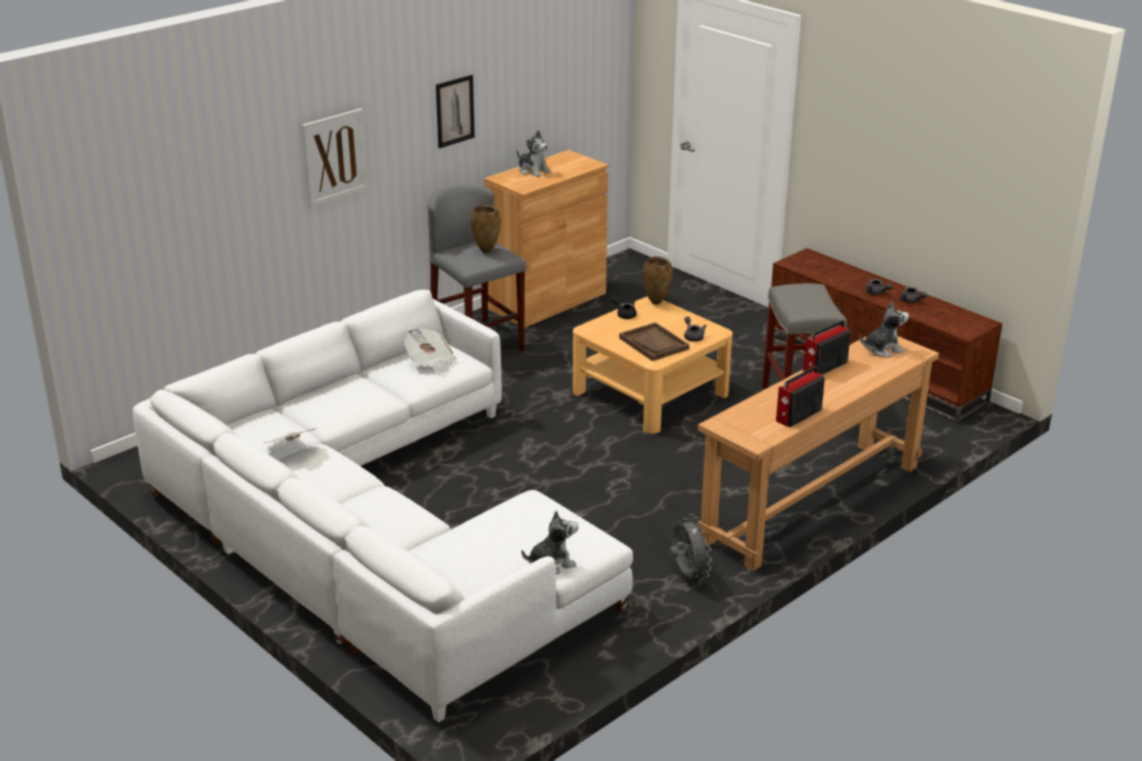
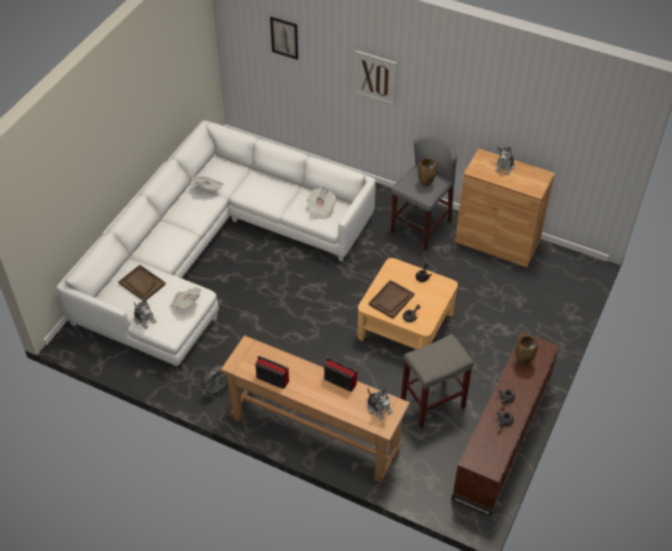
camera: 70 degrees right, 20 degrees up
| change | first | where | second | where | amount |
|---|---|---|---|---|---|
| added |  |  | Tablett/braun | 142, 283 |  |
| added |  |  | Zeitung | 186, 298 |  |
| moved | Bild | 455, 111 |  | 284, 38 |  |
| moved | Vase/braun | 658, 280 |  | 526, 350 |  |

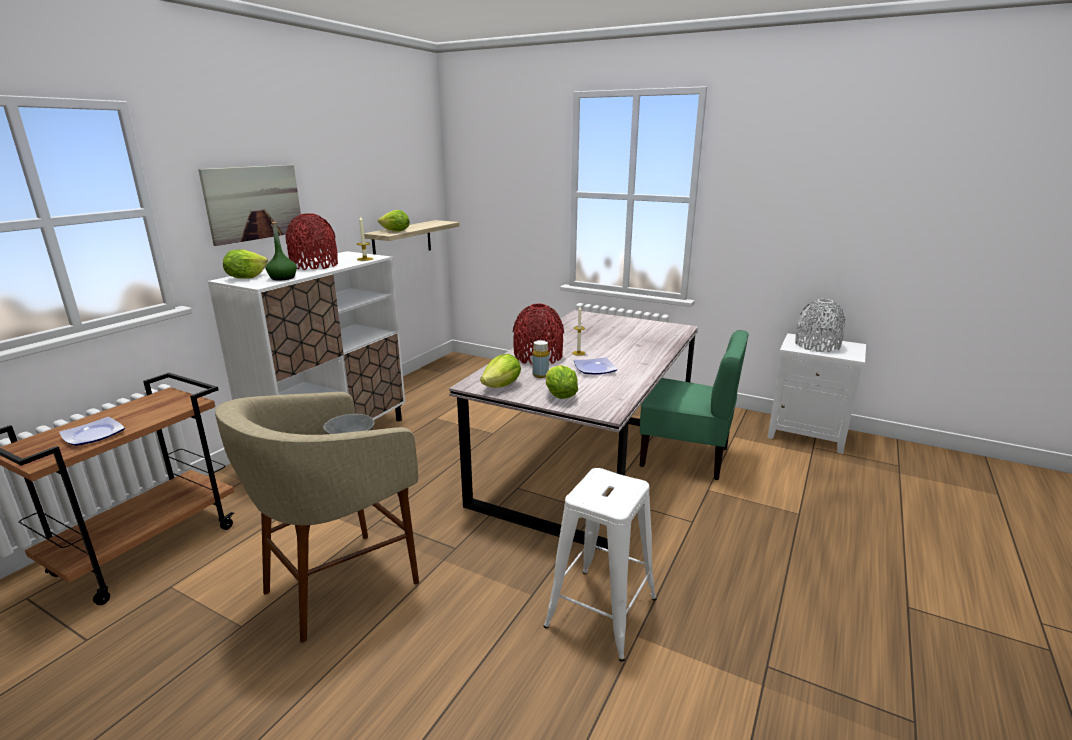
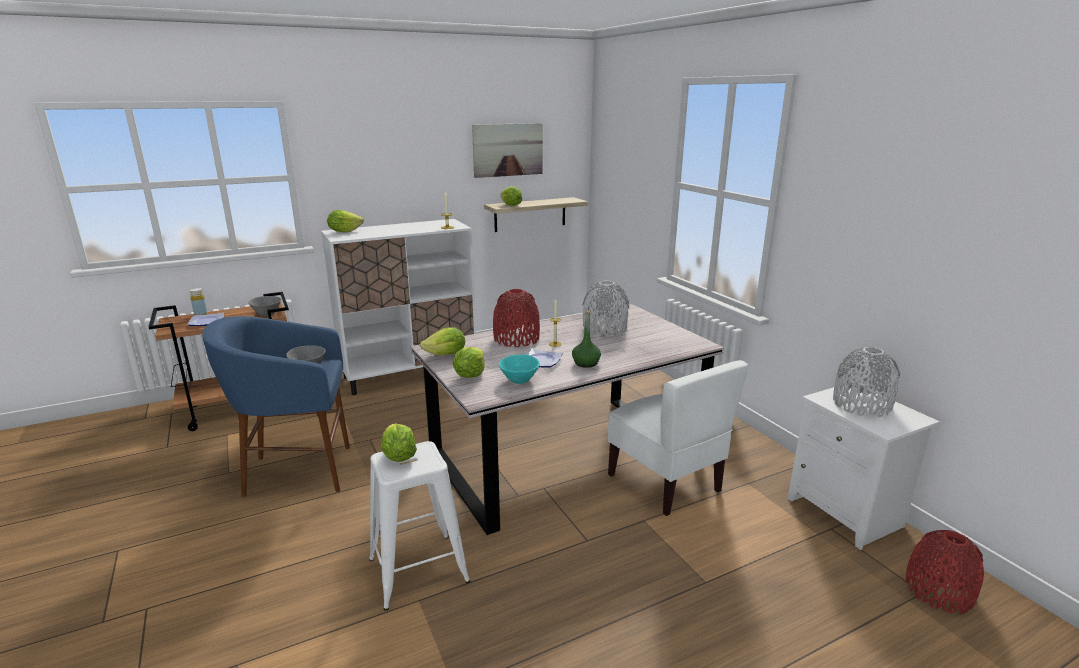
camera: 35 degrees right, 0 degrees up
| change | first | where | second | where | amount |
|---|---|---|---|---|---|
| added |  |  | Schüssel/grau | 265, 306 |  |
| added |  |  | Salatkopf | 399, 443 |  |
| added |  |  | Schüssel/türkis | 519, 369 |  |
| added |  |  | Vase/grau | 606, 308 |  |
| moved | Bild | 249, 205 |  | 507, 150 |  |
| moved | Flasche/grün | 281, 251 |  | 586, 339 |  |
| moved | Vase/rot | 311, 241 |  | 945, 572 |  |
| moved | Flasche/gelb | 540, 359 |  | 199, 301 |  |
| recoloured | Hocker/beige | 317, 517 | Hocker/blau | 276, 406 |  |
| recoloured | Stuhl/grün | 694, 405 | Stuhl/weiß | 678, 438 |  |

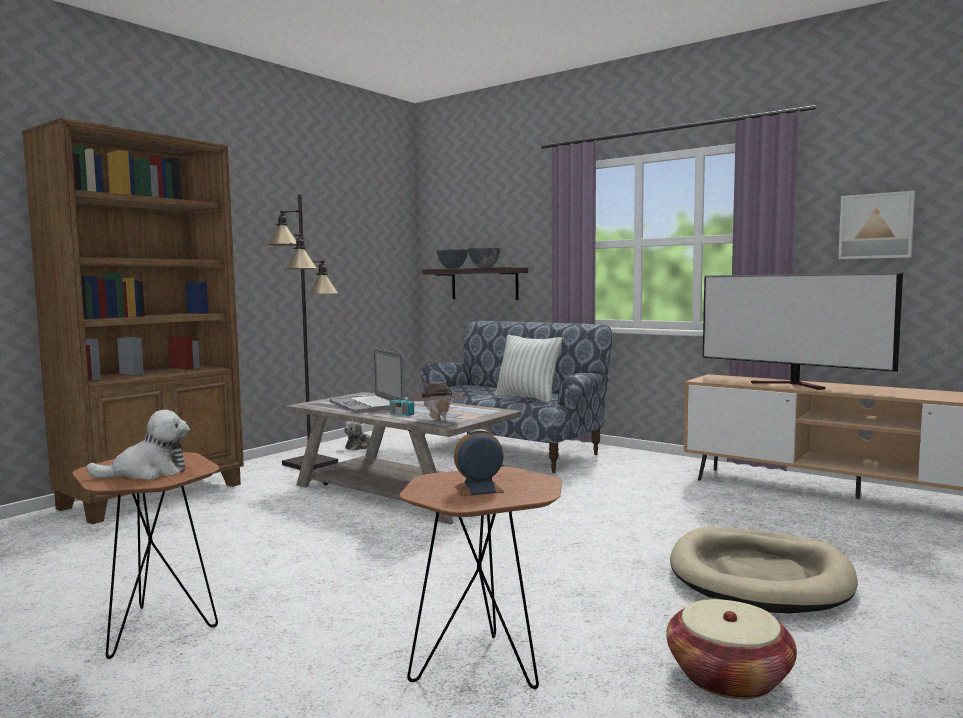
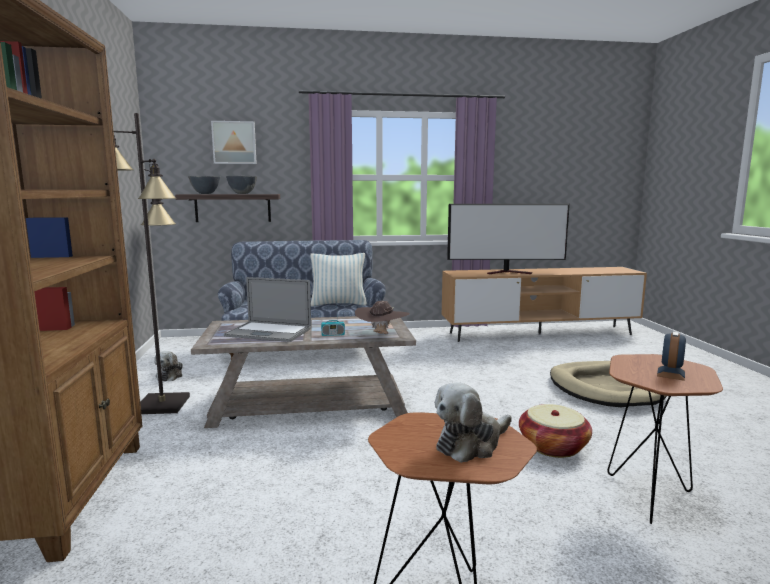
camera: 45 degrees left, 5 degrees up
| change | first | where | second | where | amount |
|---|---|---|---|---|---|
| moved | Korb | 731, 649 |  | 555, 431 |  |
| moved | Bild | 876, 225 |  | 234, 142 |  |
| turned | Plüschtier | 138, 445 |  | 473, 422 | 150 degrees counterclockwise |

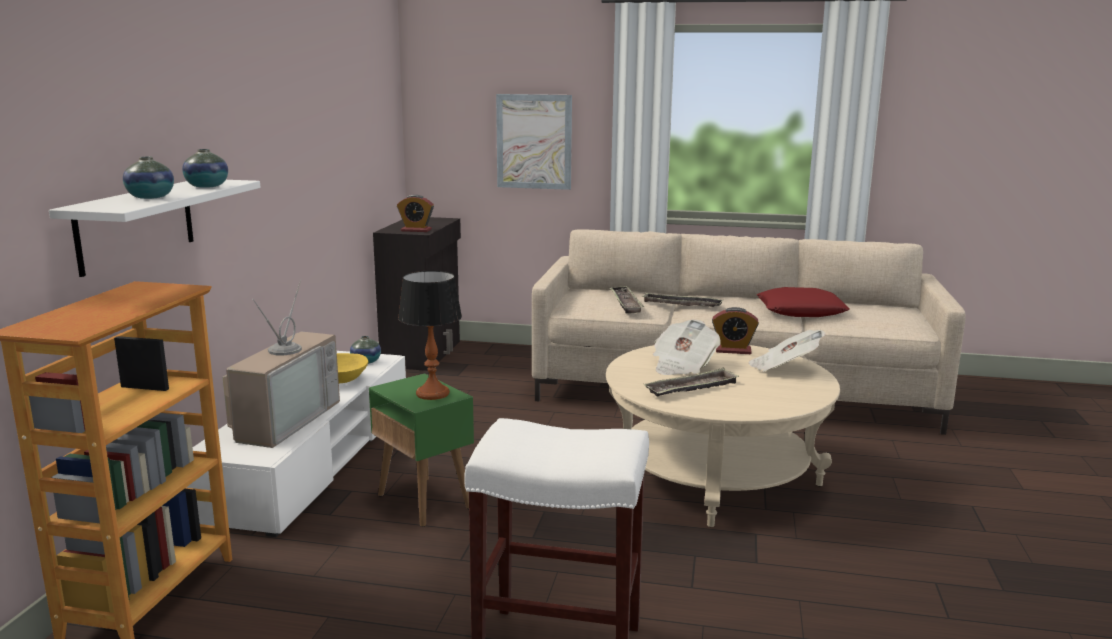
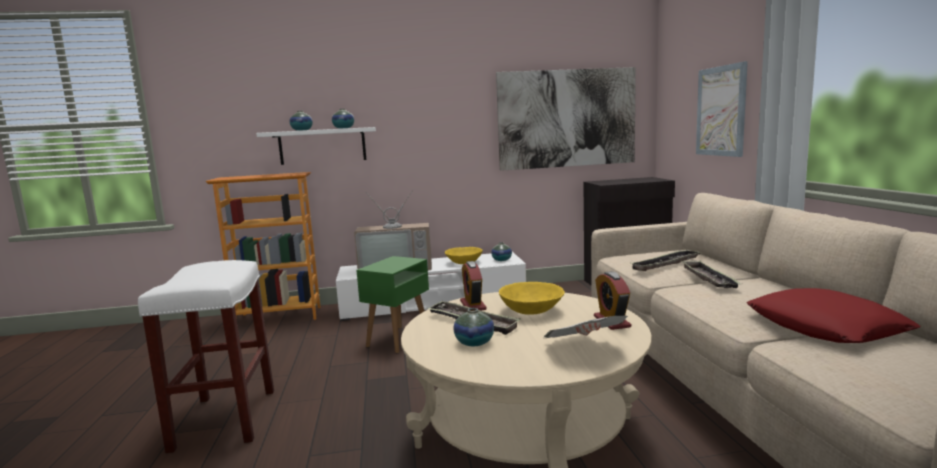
camera: 70 degrees right, 5 degrees down
| change | first | where | second | where | amount |
|---|---|---|---|---|---|
| removed | Tischlampe | 430, 335 |  |  |  |
| added |  |  | Vase | 473, 327 |  |
| added |  |  | Bild | 566, 119 |  |
| moved | Wecker | 415, 213 |  | 473, 286 |  |
| replaced | Zeitung | 687, 347 | Schüssel/gelb | 532, 298 |  |

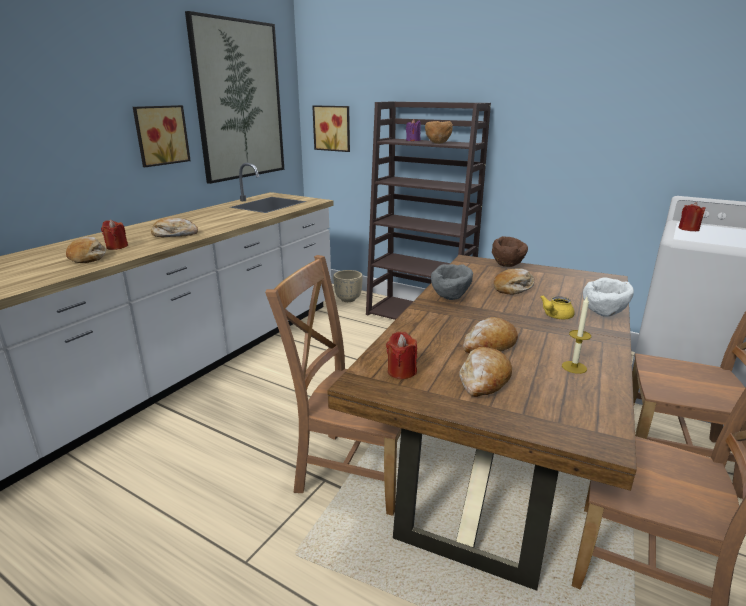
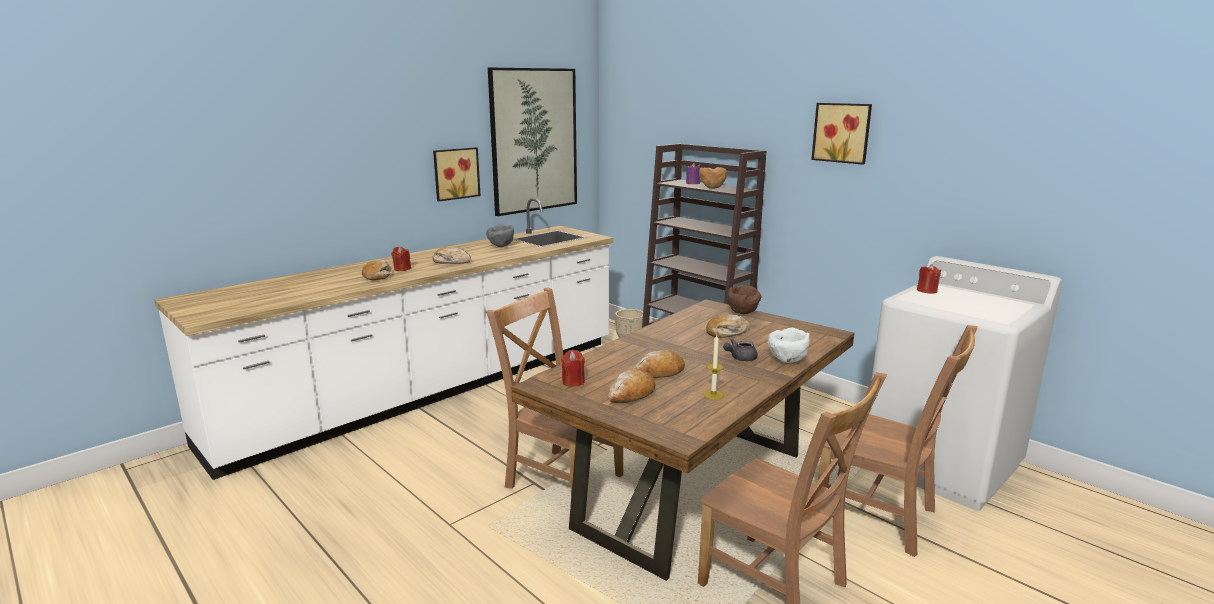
camera: 15 degrees right, 5 degrees down
| change | first | where | second | where | amount |
|---|---|---|---|---|---|
| moved | Bild | 331, 128 |  | 841, 134 |  |
| moved | Schüssel/grau | 452, 282 |  | 500, 235 |  |
| recoloured | Teekanne/gelb | 557, 307 | Teekanne/grau | 740, 350 |  |

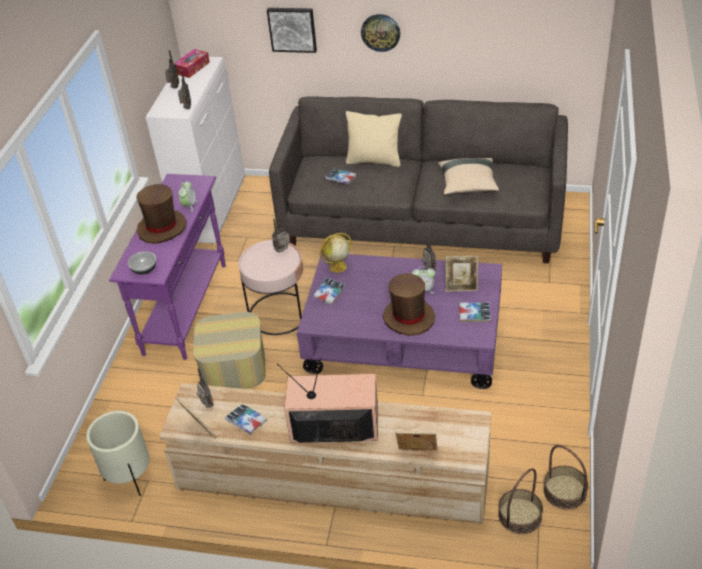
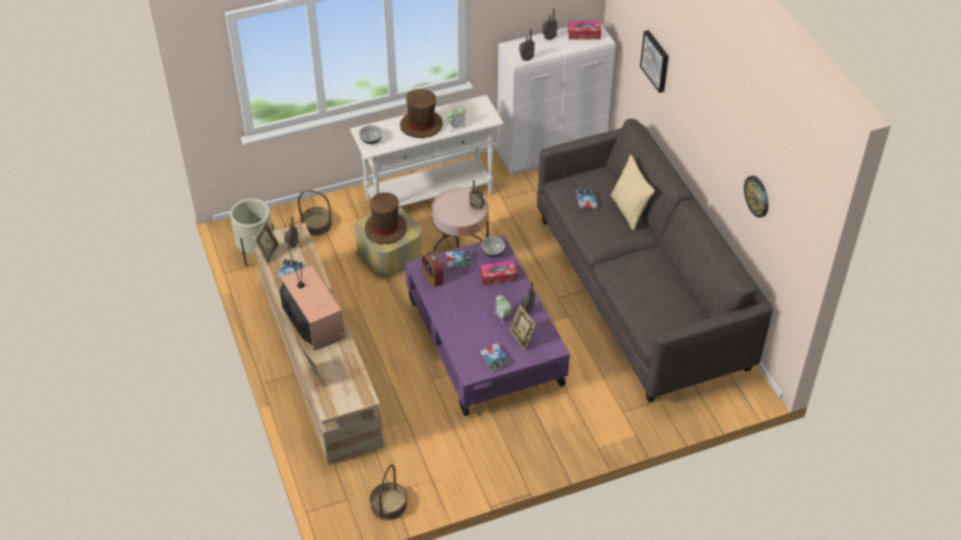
camera: 55 degrees right, 5 degrees up
| change | first | where | second | where | amount |
|---|---|---|---|---|---|
| removed | Kissen/beige | 468, 176 |  |  |  |
| added |  |  | Wecker | 433, 269 |  |
| added |  |  | Taschentuchbox | 498, 273 |  |
| moved | Wanduhr | 380, 33 |  | 756, 197 |  |
| moved | Hut/braun | 409, 304 |  | 386, 218 |  |
| moved | Korb | 520, 501 |  | 315, 213 |  |
| replaced | Globus | 336, 253 | Schüssel | 493, 247 |  |
| recoloured | Konsolentisch/lila | 167, 267 | Konsolentisch/weiß | 427, 151 |  |

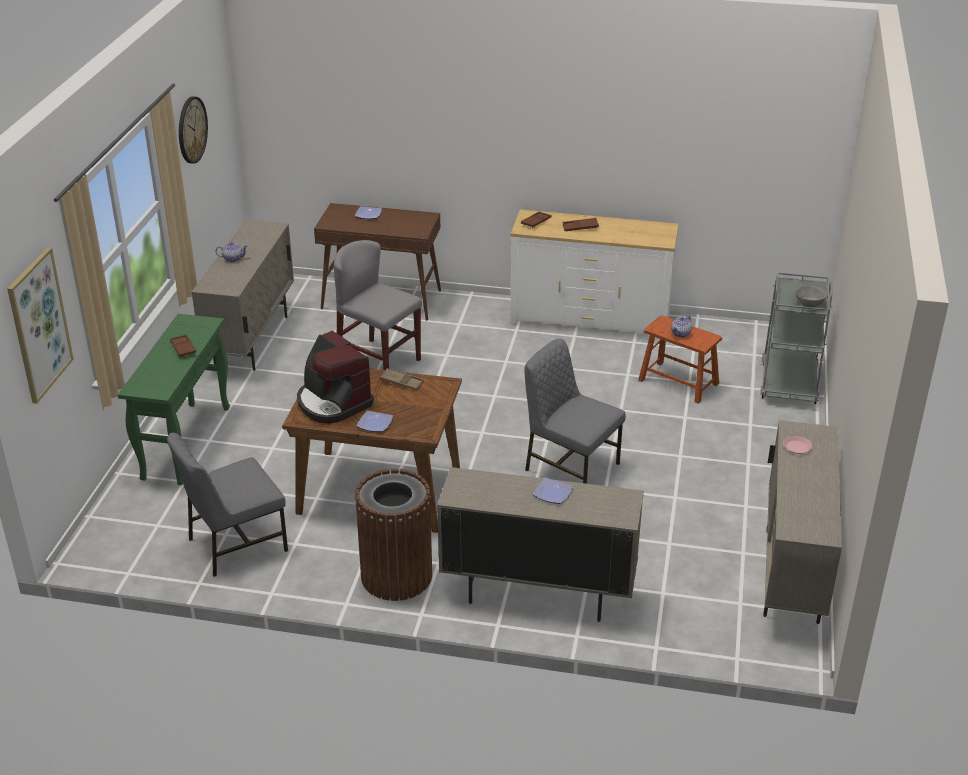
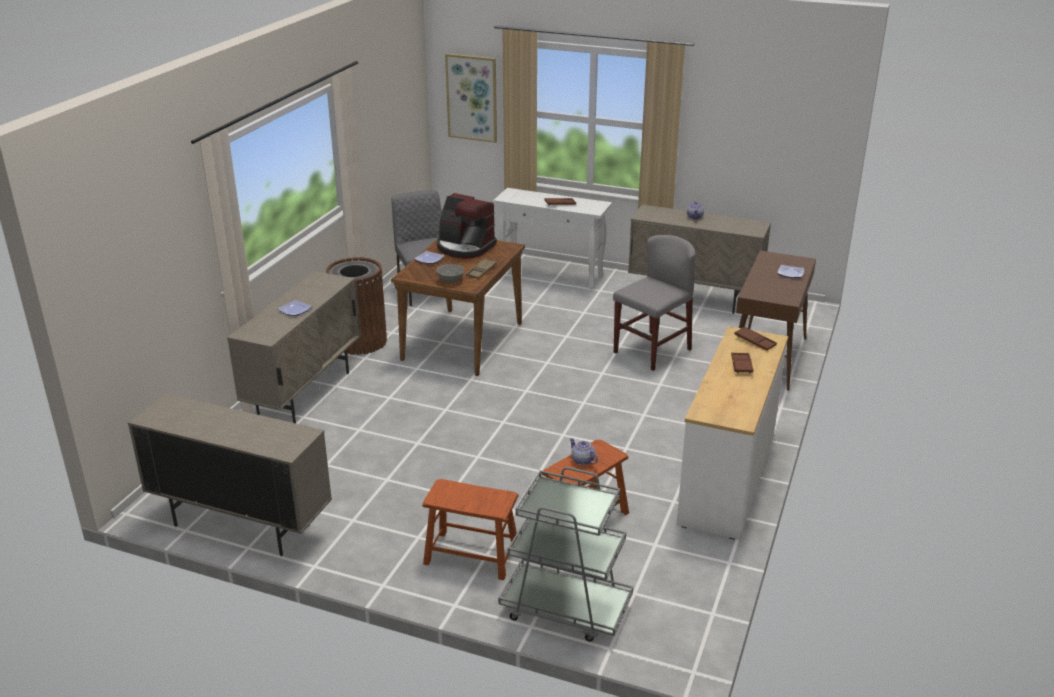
camera: 100 degrees right, 5 degrees down
| change | first | where | second | where | amount |
|---|---|---|---|---|---|
| removed | Wanduhr | 193, 130 |  |  |  |
| removed | Stuhl/grau | 575, 411 |  |  |  |
| removed | Teller/rosa | 797, 445 |  |  |  |
| added |  |  | Hocker/braun | 470, 529 |  |
| moved | Schüssel/grau | 811, 296 |  | 450, 273 |  |
| recoloured | Konsolentisch/grün | 174, 399 | Konsolentisch/weiß | 552, 238 |  |
| turned | Kaffeemaschine | 335, 377 |  | 467, 226 | 120 degrees counterclockwise |

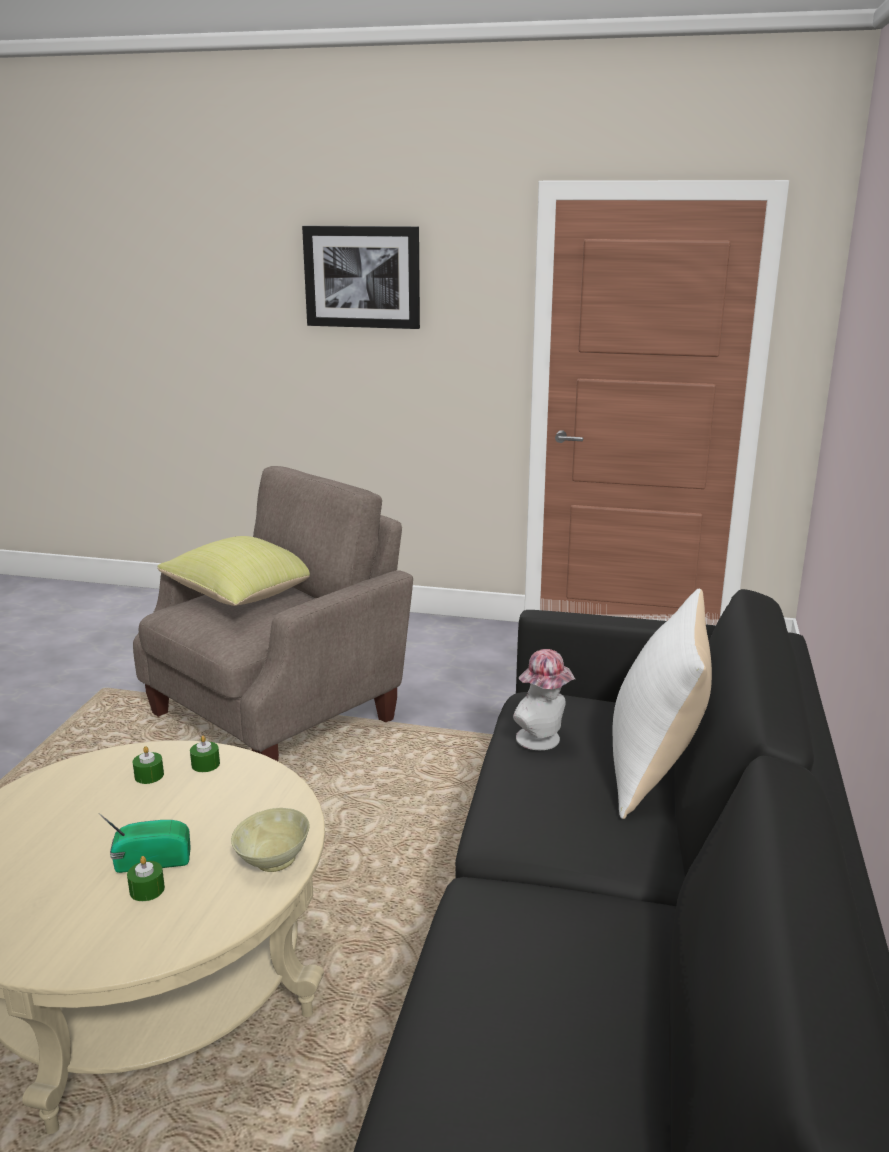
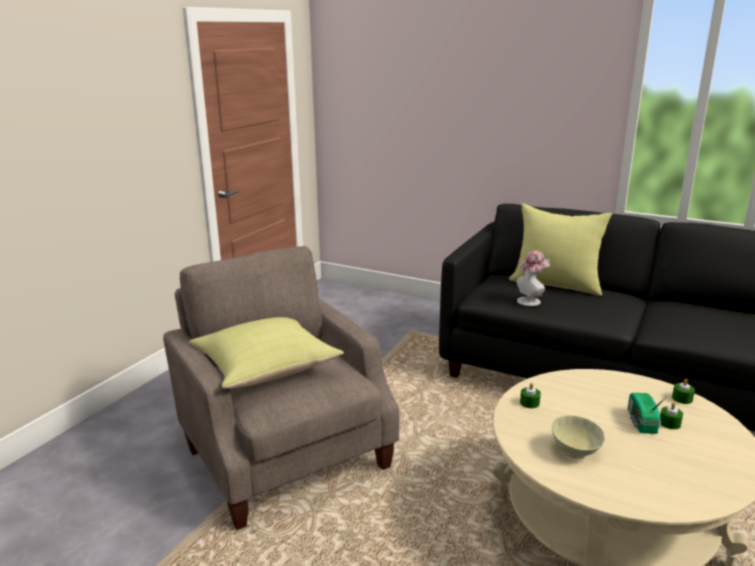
camera: 75 degrees left, 0 degrees up
| change | first | where | second | where | amount |
|---|---|---|---|---|---|
| removed | Bild | 361, 277 |  |  |  |
| moved | Kerze/grün | 148, 765 |  | 683, 391 |  |
| moved | Schüssel/beige | 270, 840 |  | 578, 437 |  |
| recoloured | Kissen/weiß | 662, 704 | Kissen/gelb | 560, 249 |  |

